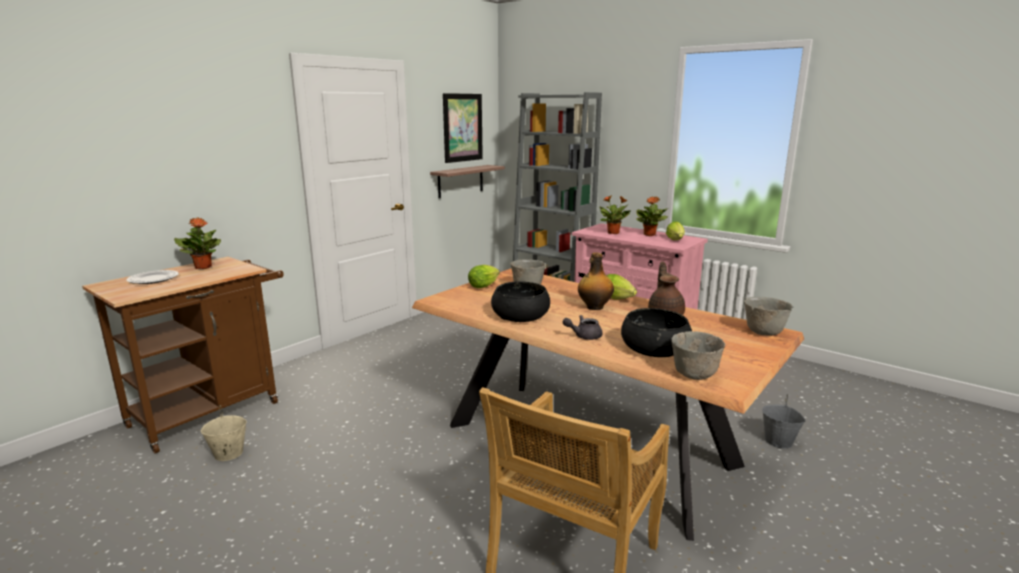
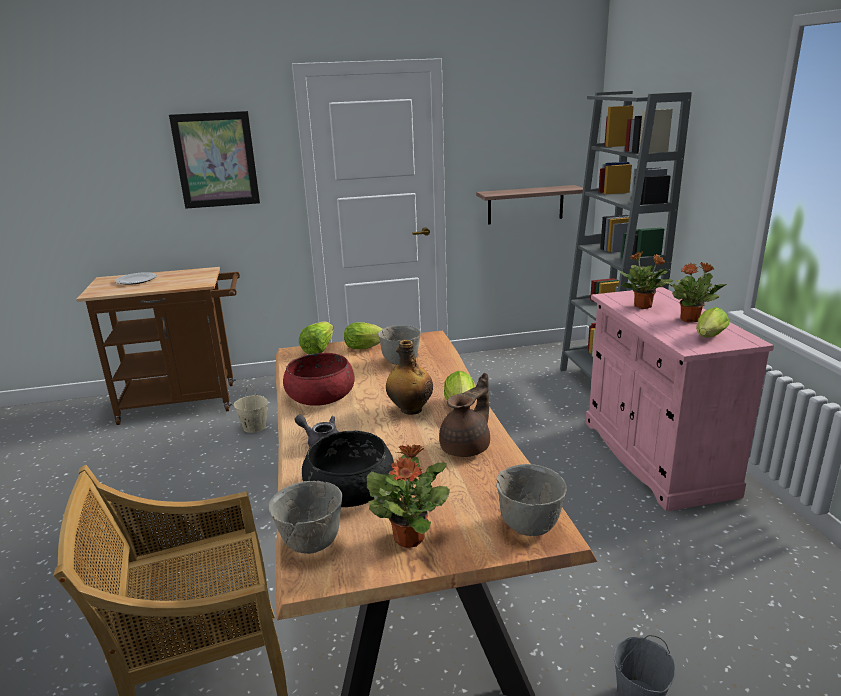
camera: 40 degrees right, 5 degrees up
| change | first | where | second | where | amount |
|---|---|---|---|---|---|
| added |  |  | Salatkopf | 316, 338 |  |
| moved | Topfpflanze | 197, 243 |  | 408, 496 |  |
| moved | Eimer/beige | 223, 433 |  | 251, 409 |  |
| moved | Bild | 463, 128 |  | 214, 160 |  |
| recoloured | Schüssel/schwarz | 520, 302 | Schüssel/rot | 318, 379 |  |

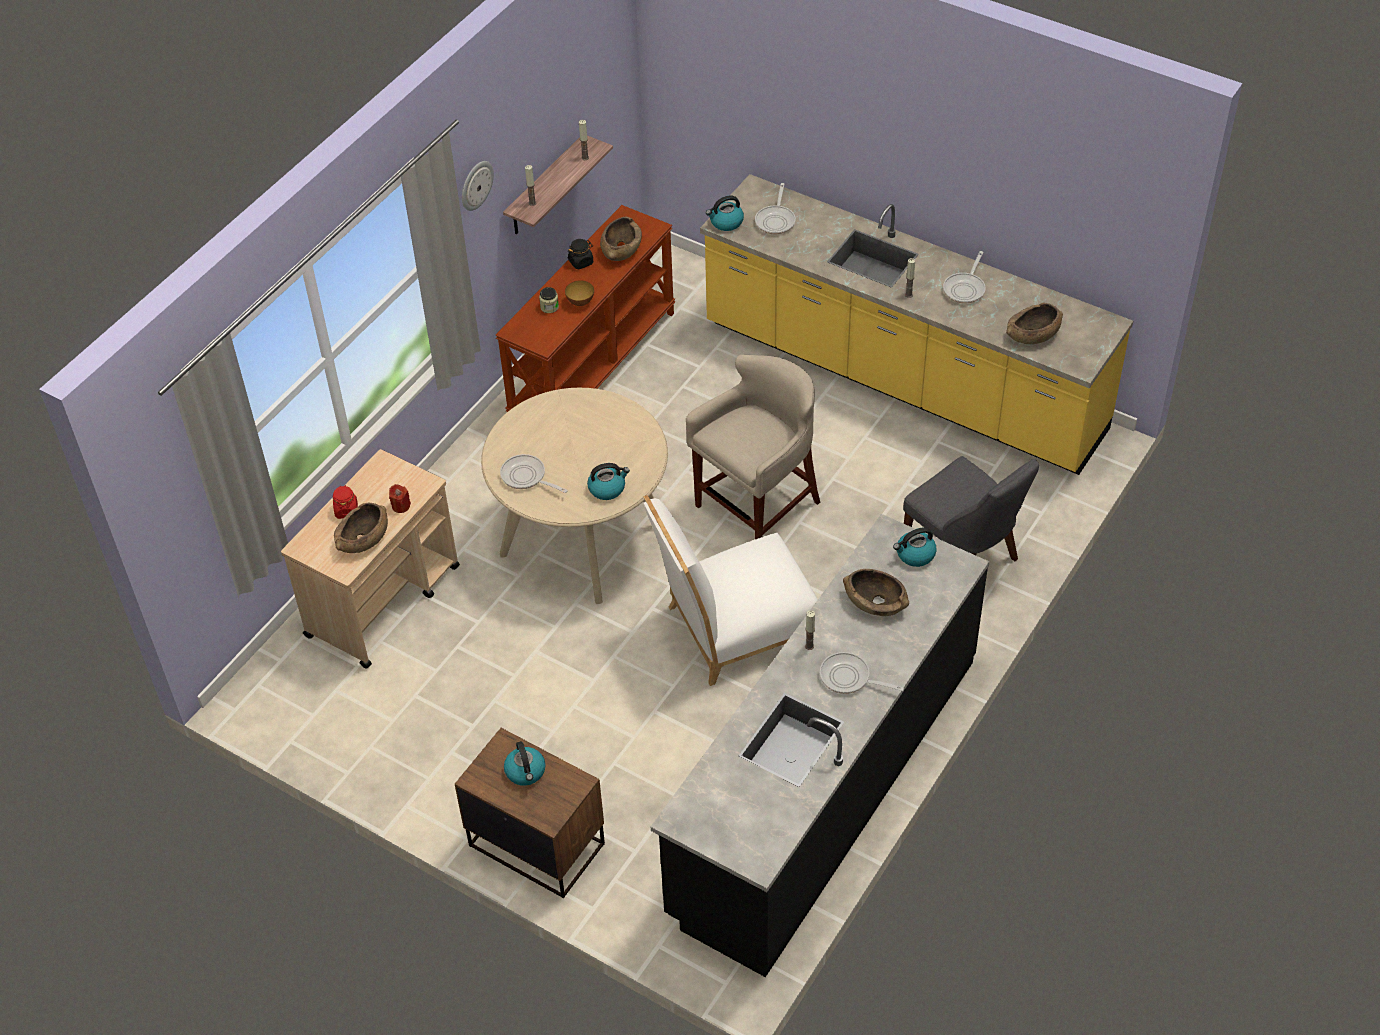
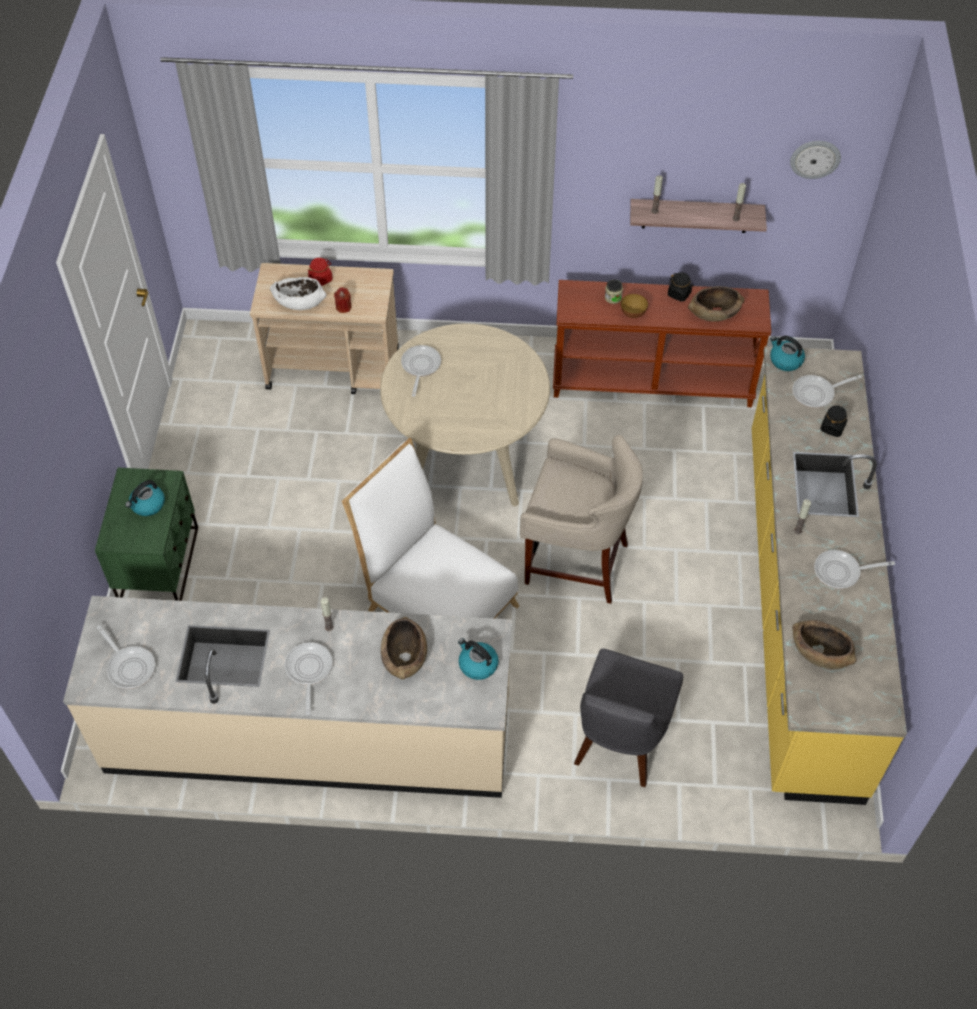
camera: 60 degrees right, 5 degrees up
| change | first | where | second | where | amount |
|---|---|---|---|---|---|
| removed | Wasserkessel | 608, 481 |  |  |  |
| added |  |  | Pfanne | 125, 657 |  |
| added |  |  | Vorratsglas/schwarz | 833, 421 |  |
| moved | Wanduhr | 478, 186 |  | 815, 160 |  |
| recoloured | Schüssel/braun | 361, 528 | Schüssel/weiß | 298, 293 |  |
| recoloured | Nachttisch/braun | 530, 813 | Nachttisch/grün | 146, 534 |  |
| recoloured | Küchenzeile/schwarz | 820, 745 | Küchenzeile/beige | 287, 697 |  |

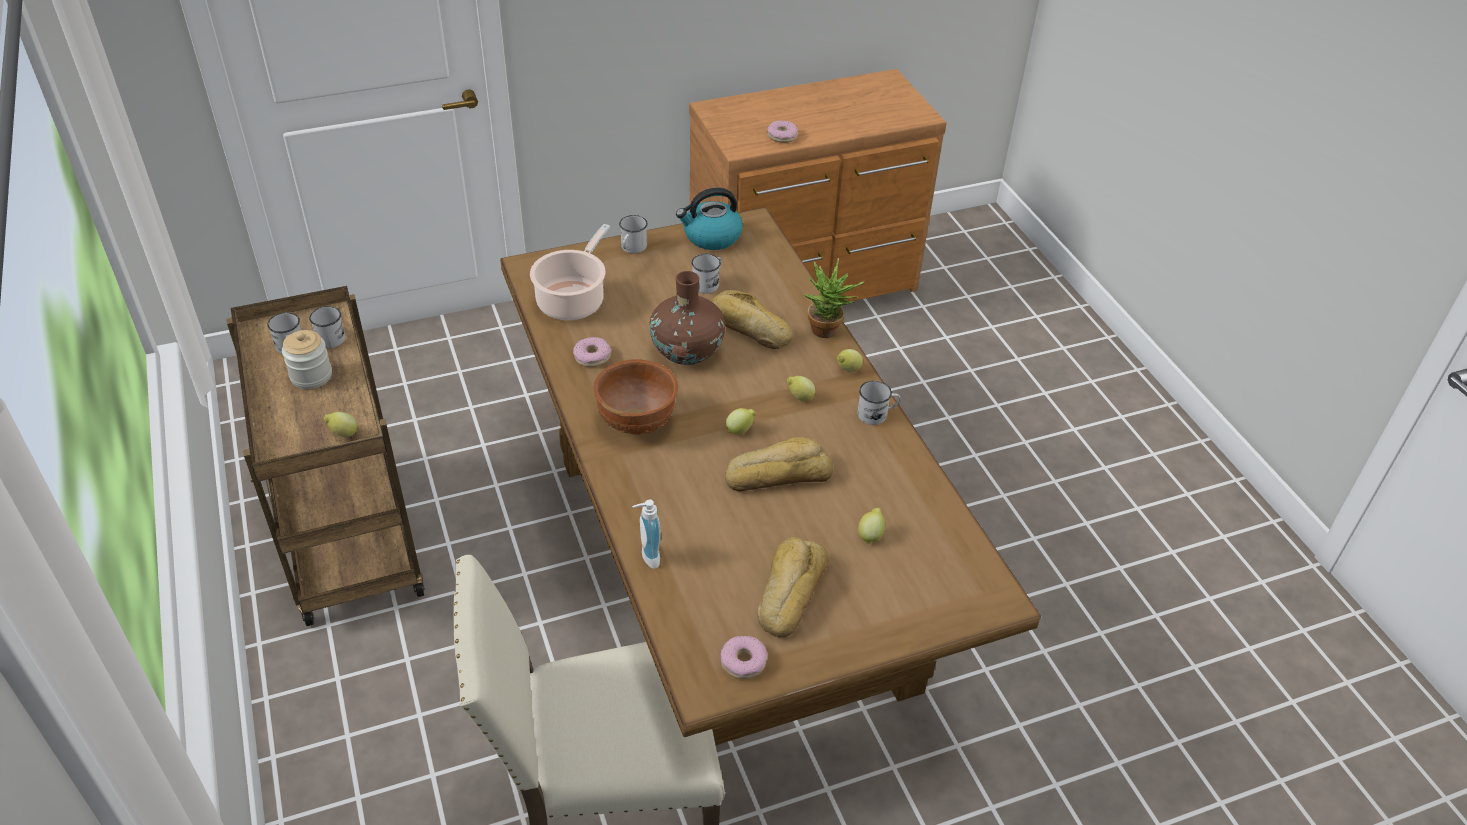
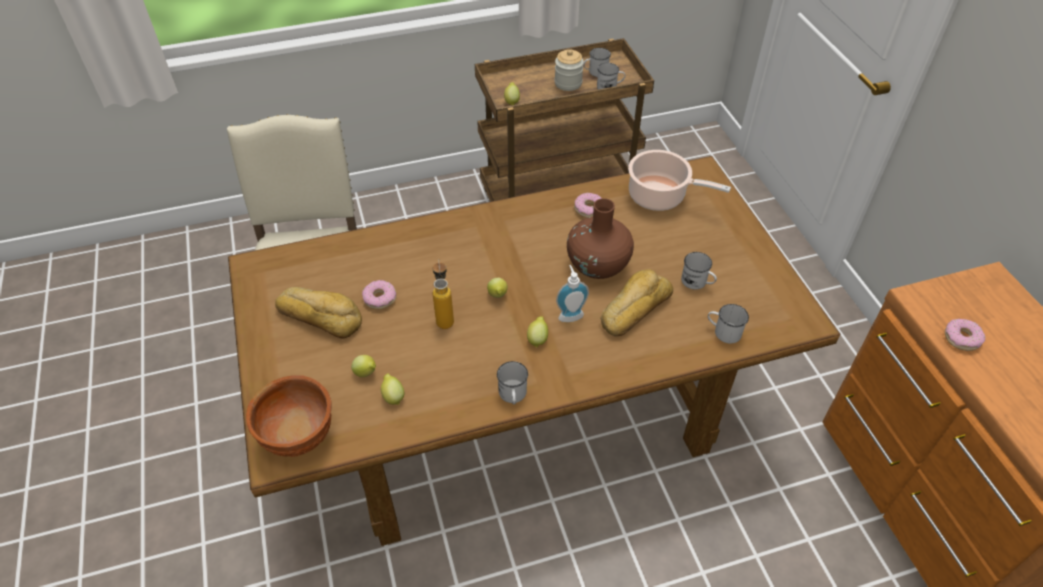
camera: 95 degrees right, 5 degrees up
| change | first | where | second | where | amount |
|---|---|---|---|---|---|
| removed | Wasserkessel | 709, 218 |  |  |  |
| removed | Topfpflanze | 834, 298 |  |  |  |
| moved | Schüssel/braun | 635, 397 |  | 288, 416 |  |
| moved | Henkelbecher/weiß | 633, 234 |  | 728, 324 |  |
| moved | Seifenspender | 646, 534 |  | 572, 293 |  |
| moved | Donut | 744, 657 |  | 379, 294 |  |
| moved | Zitrone | 850, 360 |  | 392, 389 |  |
| replaced | Brot | 779, 464 | Flasche | 443, 294 |  |

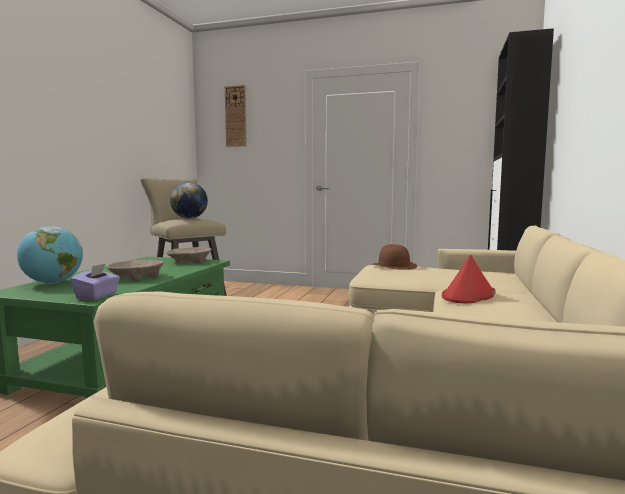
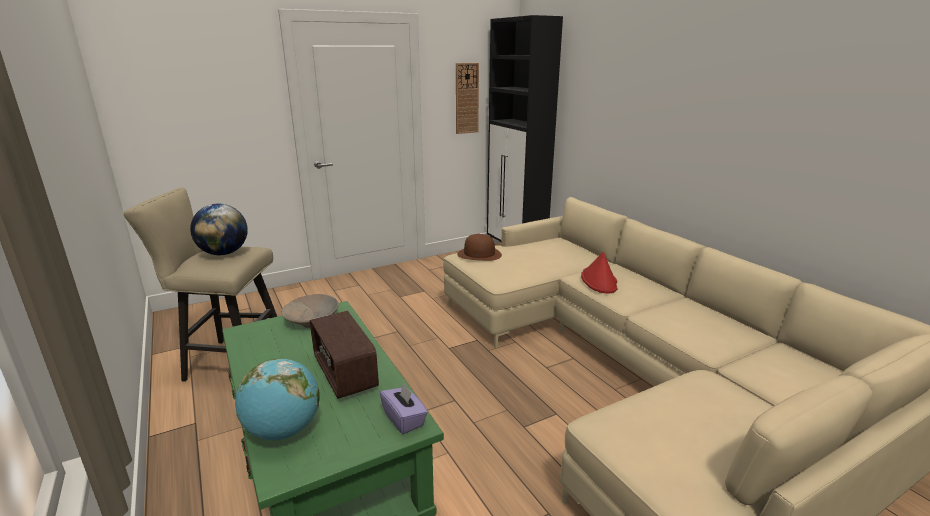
camera: 45 degrees left, 15 degrees up
| change | first | where | second | where | amount |
|---|---|---|---|---|---|
| moved | Wanduhr | 236, 116 |  | 467, 98 |  |
| replaced | Schüssel/beige | 135, 270 | Radio | 344, 355 |  |

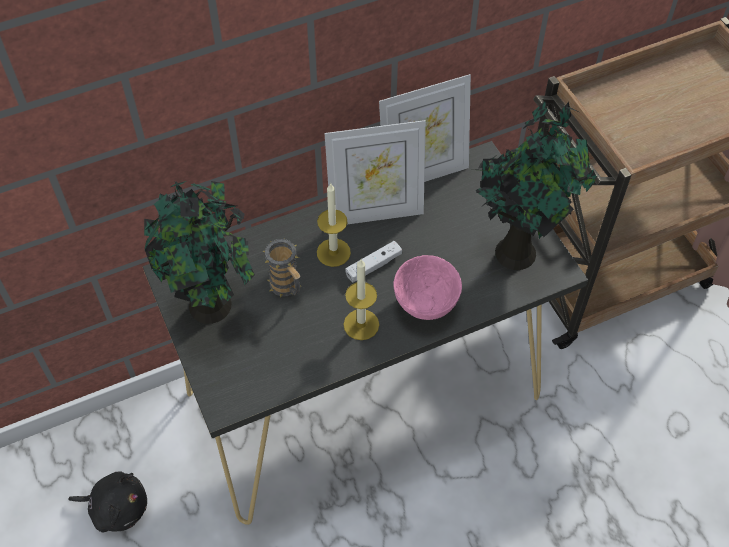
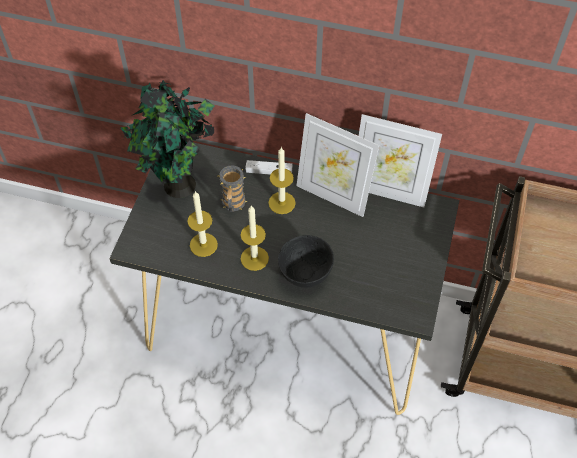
camera: 40 degrees right, 0 degrees up
| change | first | where | second | where | amount |
|---|---|---|---|---|---|
| removed | Plüschtier/schwarz | 107, 501 |  |  |  |
| removed | Topfpflanze | 536, 186 |  |  |  |
| added |  |  | Kerze | 202, 224 |  |
| moved | Gamepad/weiß | 373, 261 |  | 269, 167 |  |
| recoloured | Schüssel/rosa | 427, 287 | Schüssel/schwarz | 306, 261 |  |

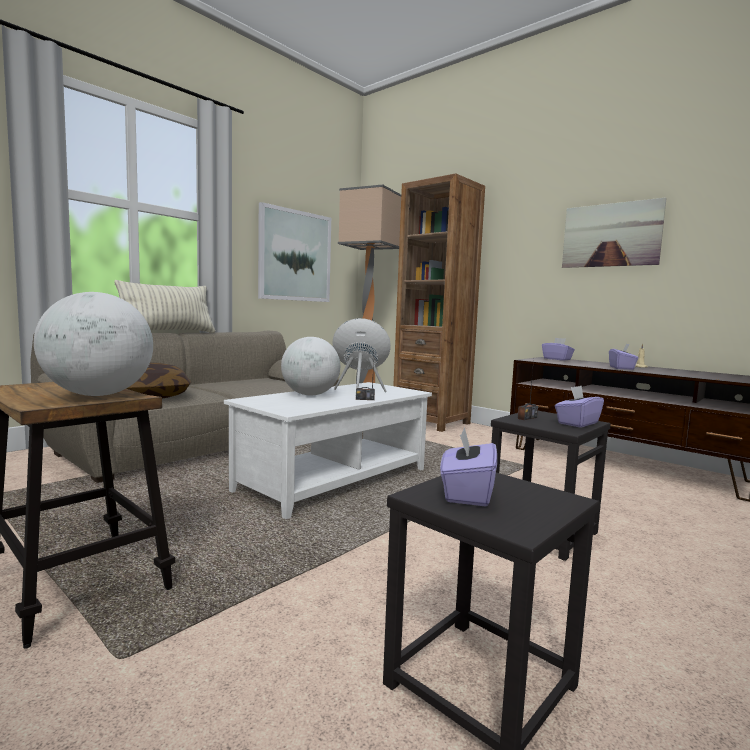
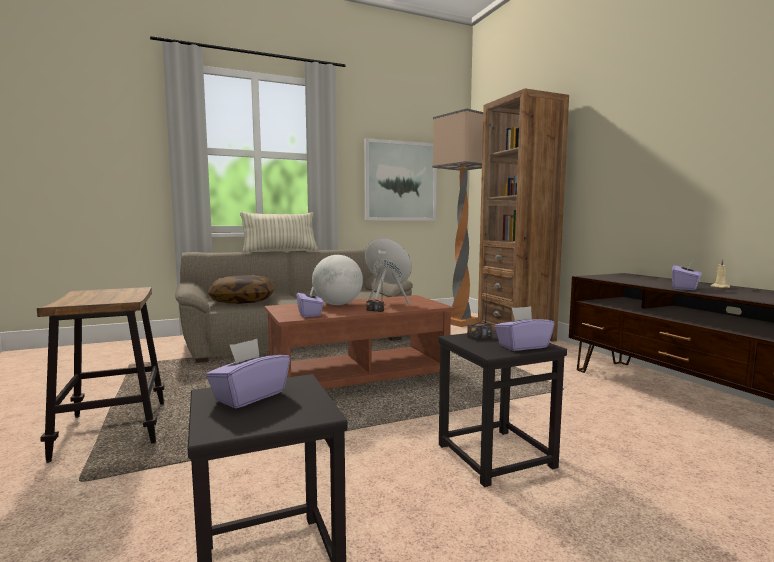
camera: 25 degrees right, 0 degrees up
| change | first | where | second | where | amount |
|---|---|---|---|---|---|
| removed | Globus | 93, 344 |  |  |  |
| removed | Bild | 614, 232 |  |  |  |
| moved | Taschentuchbox/lila | 558, 349 |  | 310, 301 |  |
| recoloured | Couchtisch/weiß | 328, 450 | Couchtisch/braun | 360, 342 |  |

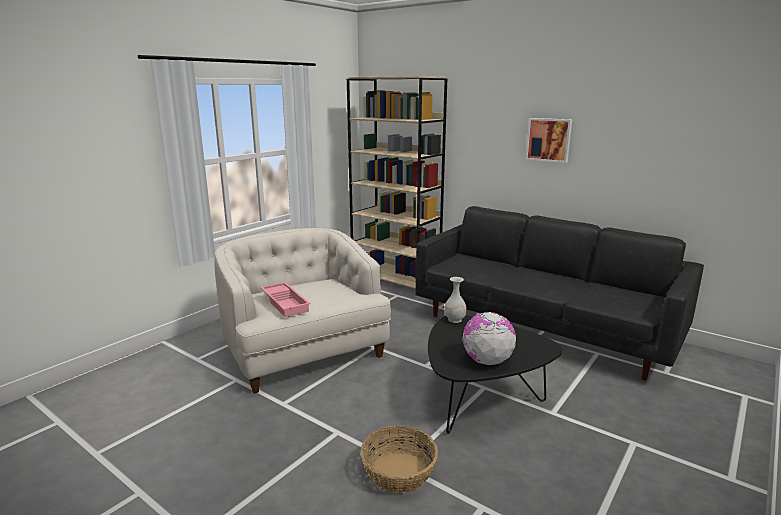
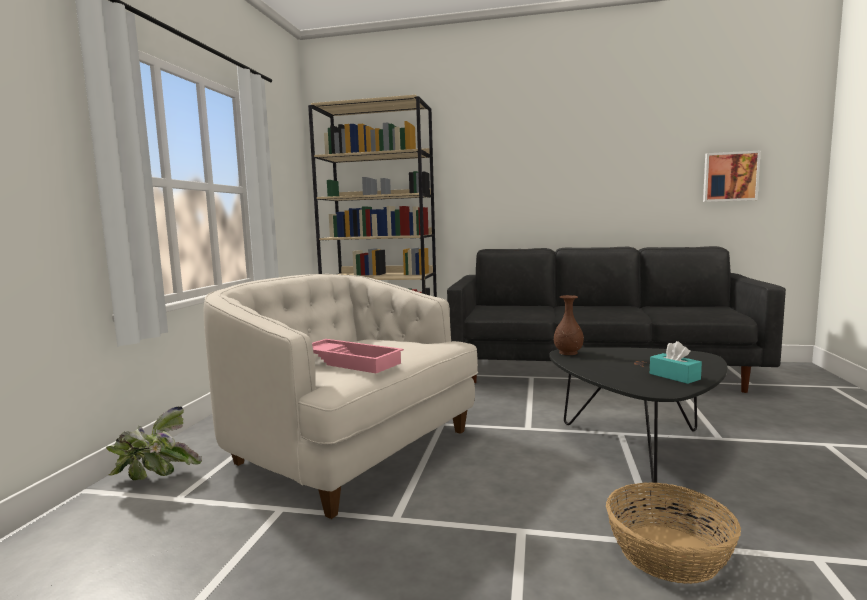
camera: 25 degrees left, 10 degrees down
| change | first | where | second | where | amount |
|---|---|---|---|---|---|
| added |  |  | Topfpflanze | 154, 443 |  |
| moved | Bild | 549, 140 |  | 732, 176 |  |
| replaced | Globus | 489, 338 | Taschentuchbox/türkis | 676, 362 |  |
| recoloured | Vase/weiß | 455, 300 | Vase/braun | 568, 325 |  |

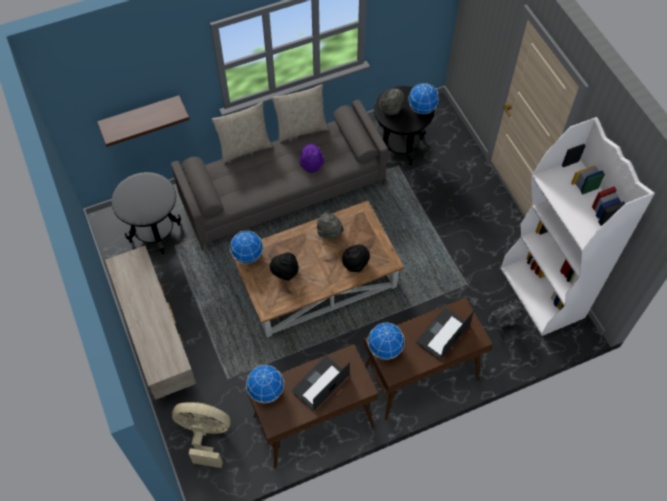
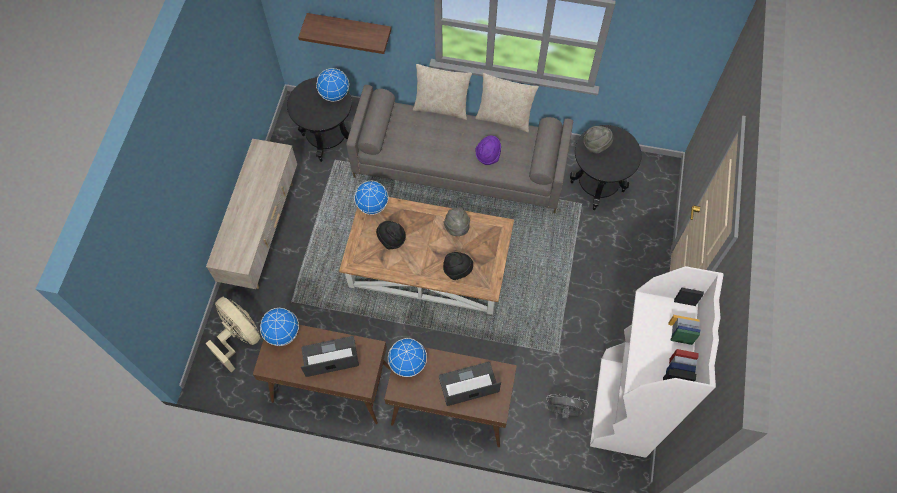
camera: 35 degrees right, 5 degrees up
| change | first | where | second | where | amount |
|---|---|---|---|---|---|
| moved | Globus | 423, 98 |  | 332, 84 |  |

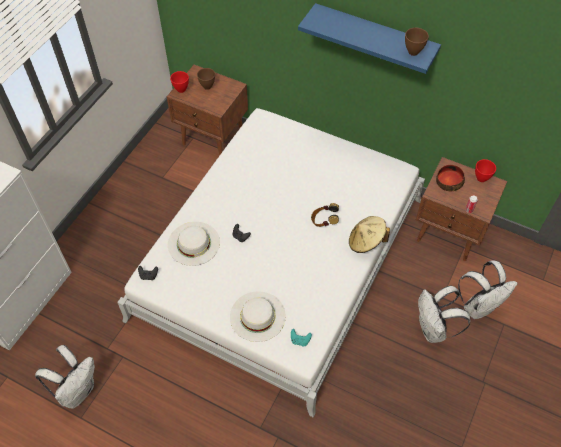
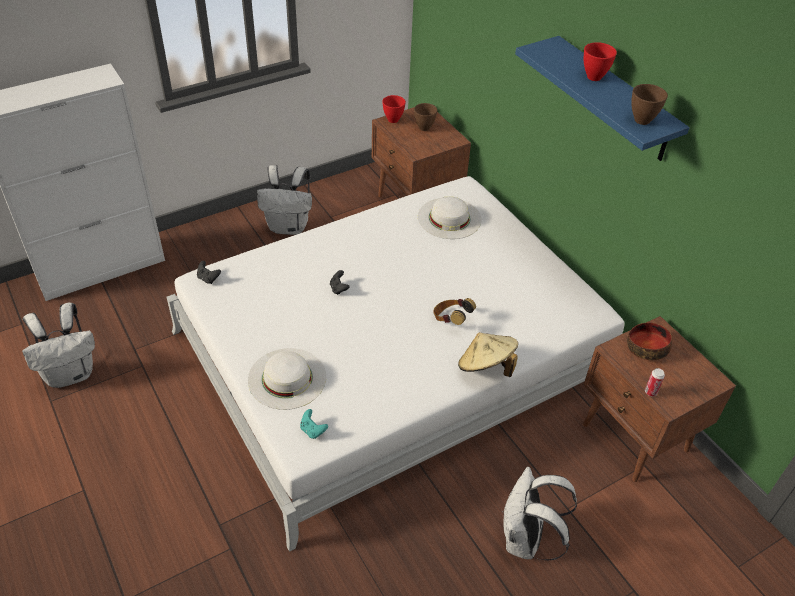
camera: 30 degrees right, 10 degrees down
| change | first | where | second | where | amount |
|---|---|---|---|---|---|
| moved | Hut/weiß | 194, 244 |  | 449, 217 |  |
| moved | Rucksack/weiß | 487, 289 |  | 284, 200 |  |
| moved | Schüssel/rot | 485, 170 |  | 600, 61 |  |

